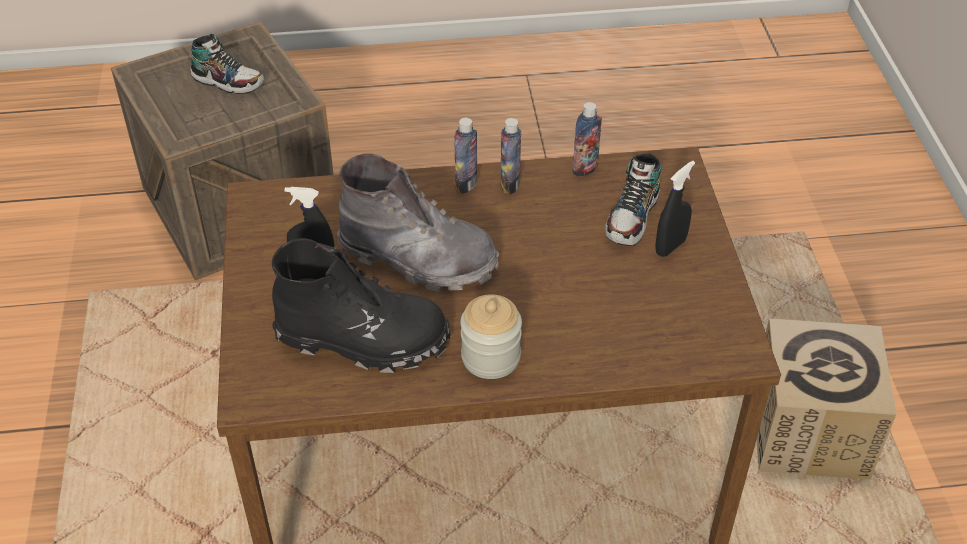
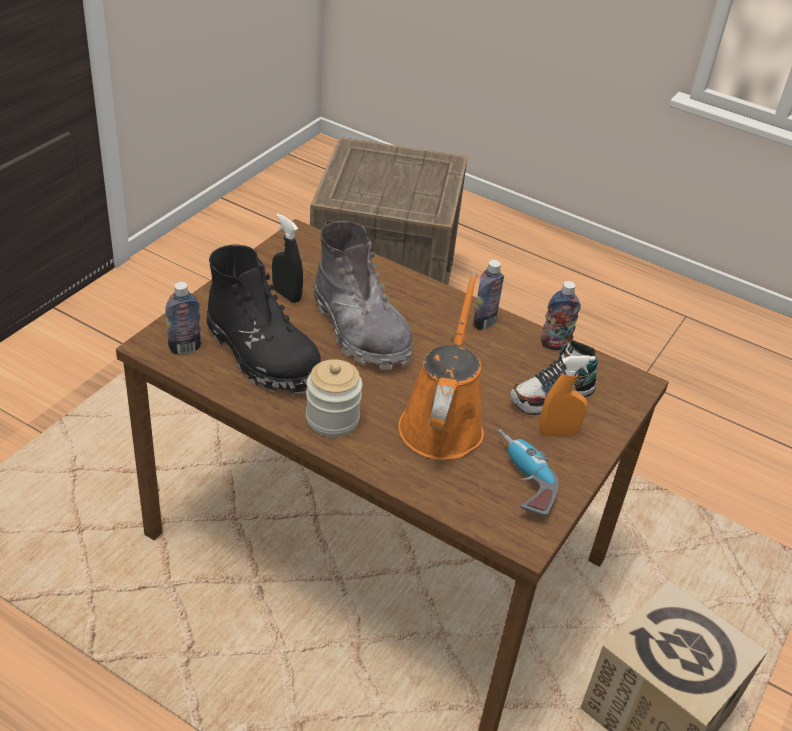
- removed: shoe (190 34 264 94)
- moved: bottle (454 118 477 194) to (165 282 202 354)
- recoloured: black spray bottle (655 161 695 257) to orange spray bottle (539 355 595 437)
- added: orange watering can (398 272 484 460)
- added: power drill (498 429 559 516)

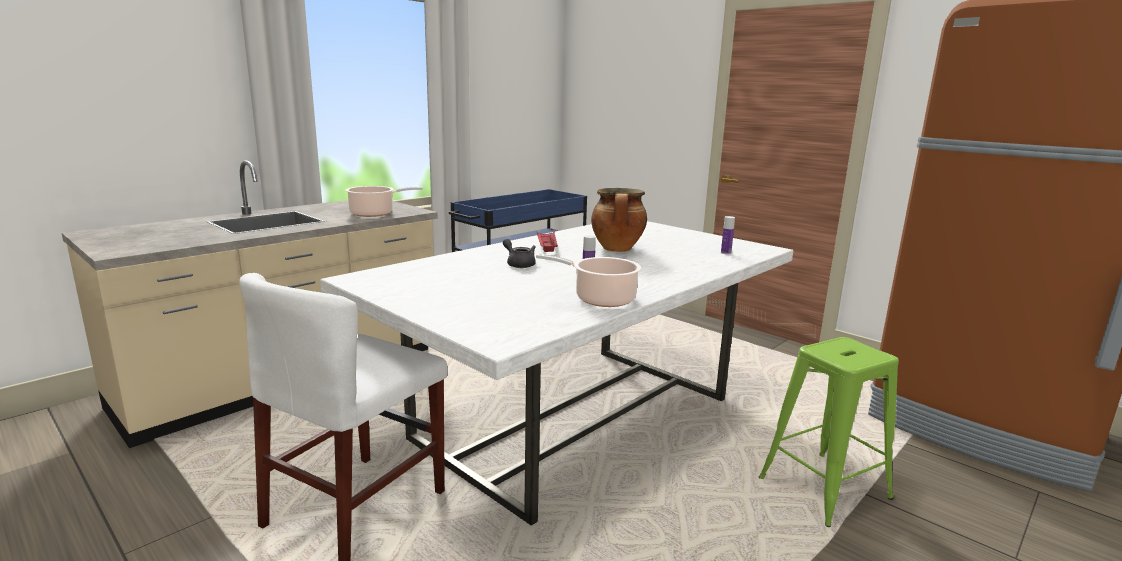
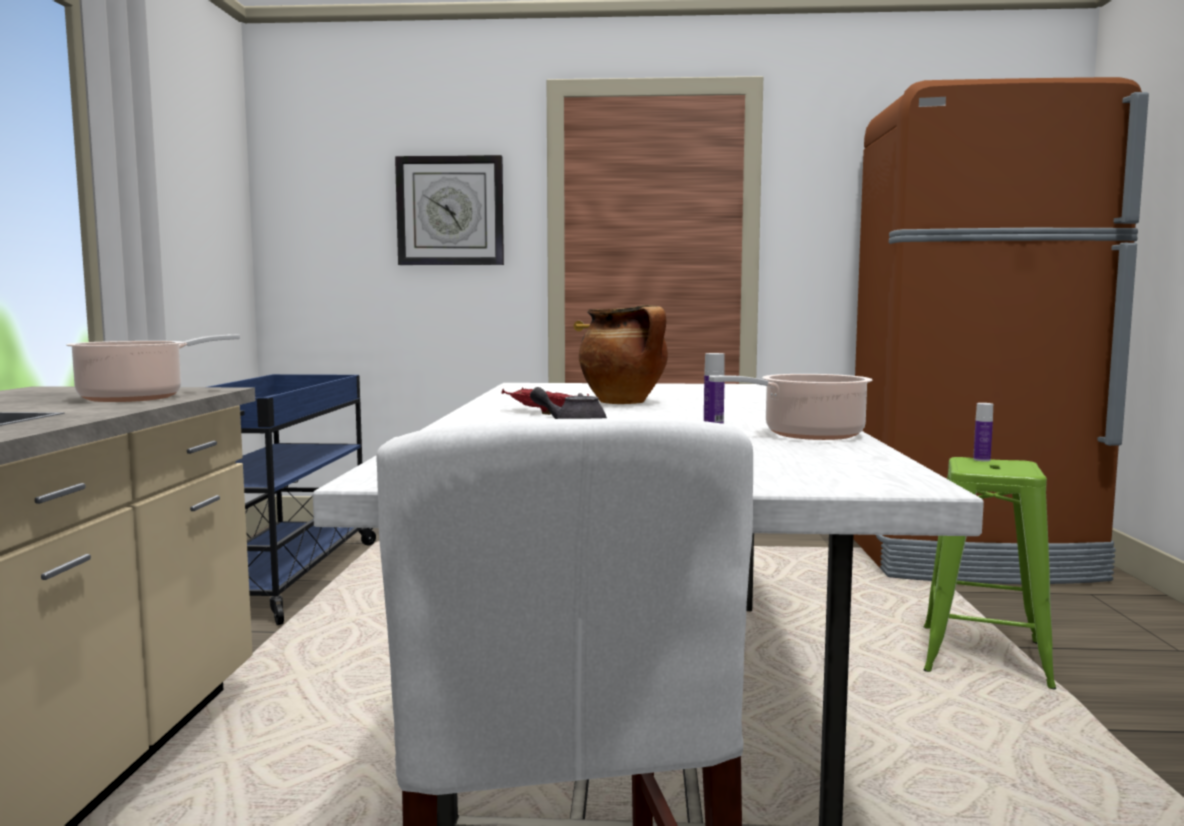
- moved: bottle (721 216 735 255) to (973 403 993 462)
- added: wall clock (395 155 504 265)

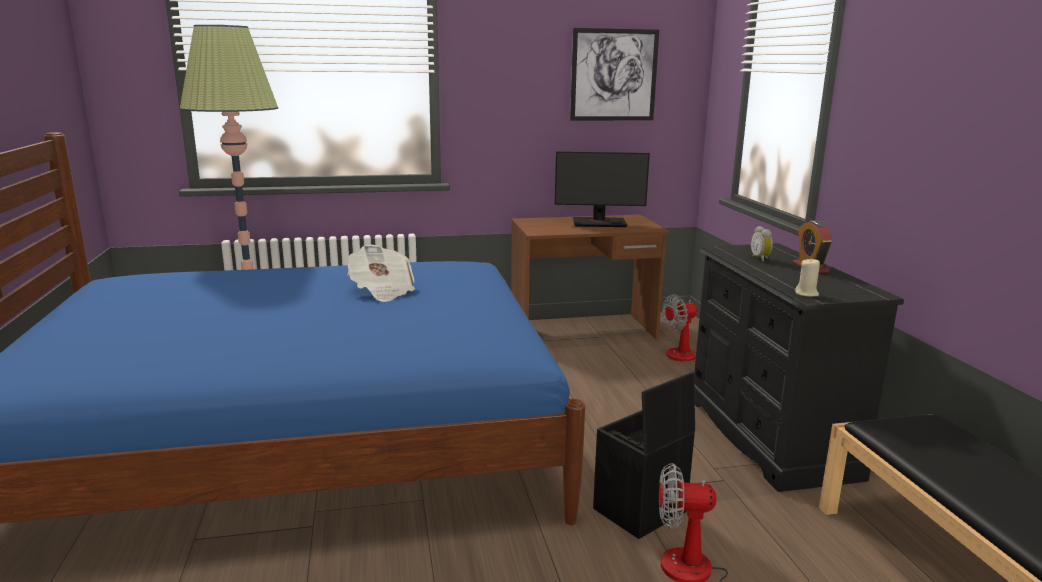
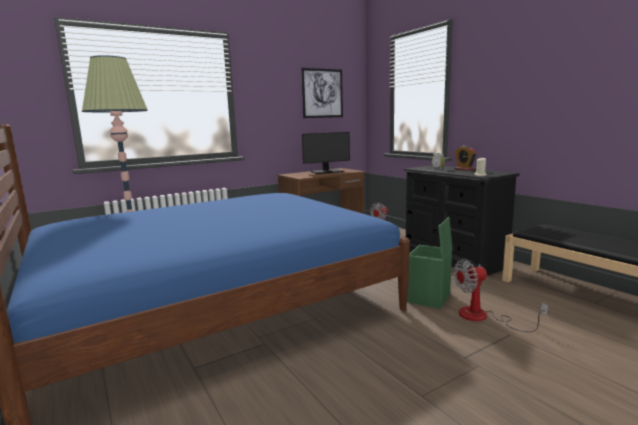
- removed: newspaper (347 245 415 302)
- recoloured: black storage box (593 372 695 539) to green storage box (407 217 452 309)

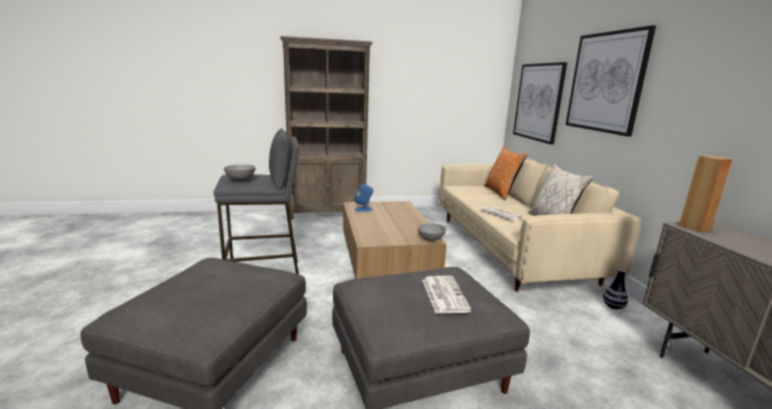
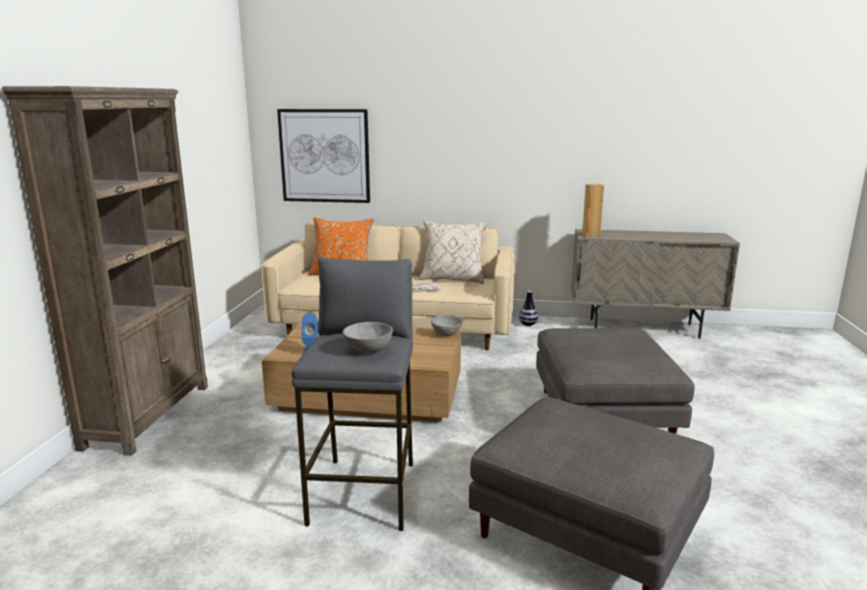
- removed: picture (566 25 656 137)
- removed: newspaper (422 276 472 314)

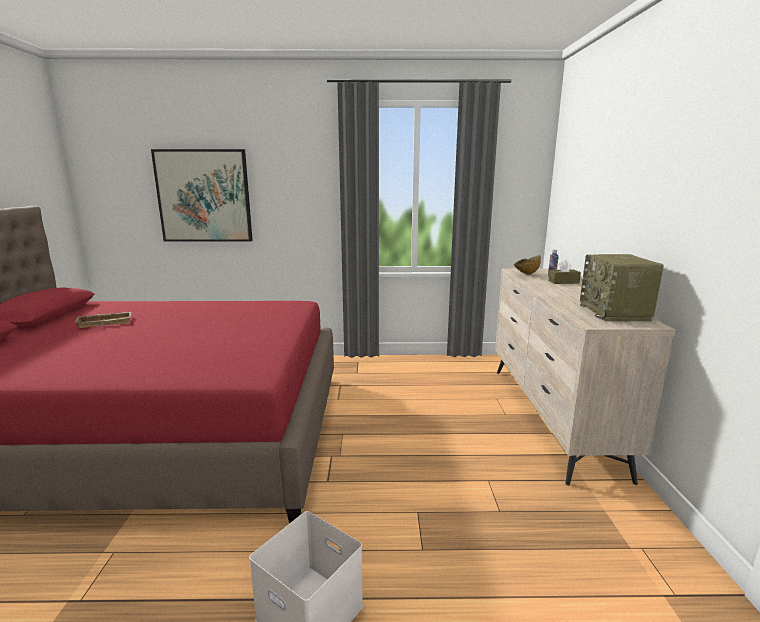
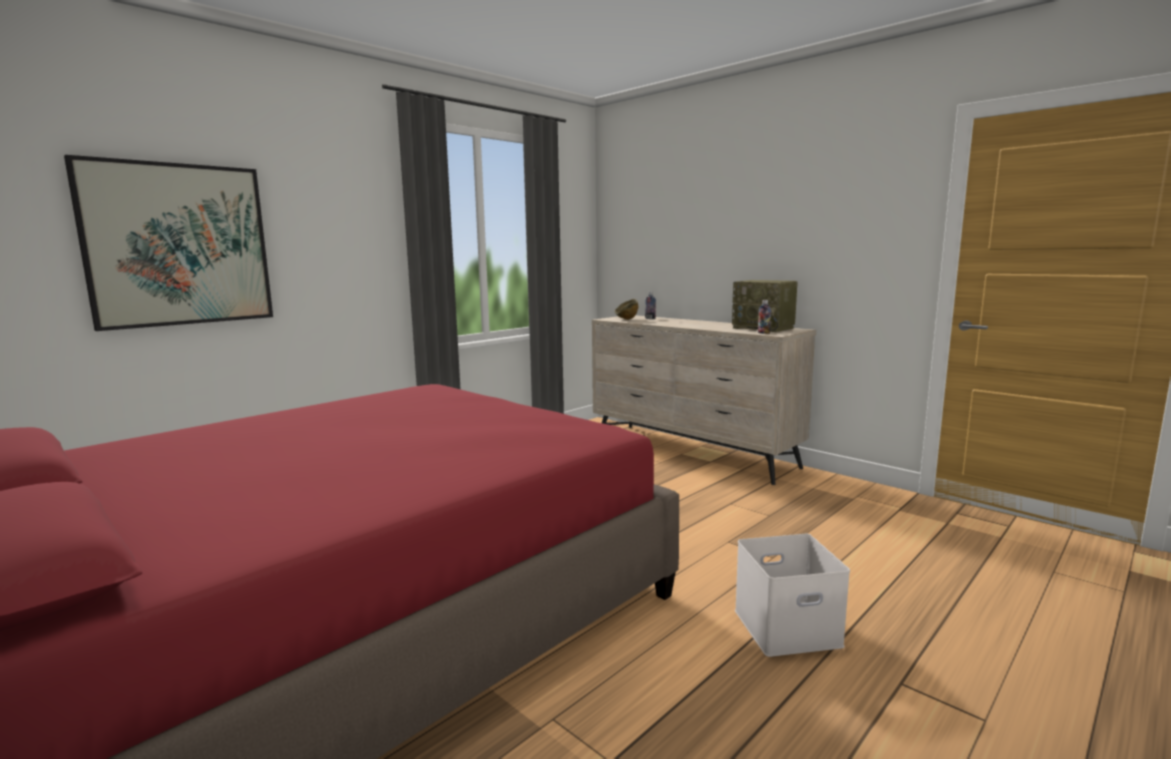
- removed: brown tissue box (548 260 581 284)
- removed: beige tray (75 312 131 328)
- added: bottle (758 300 771 334)

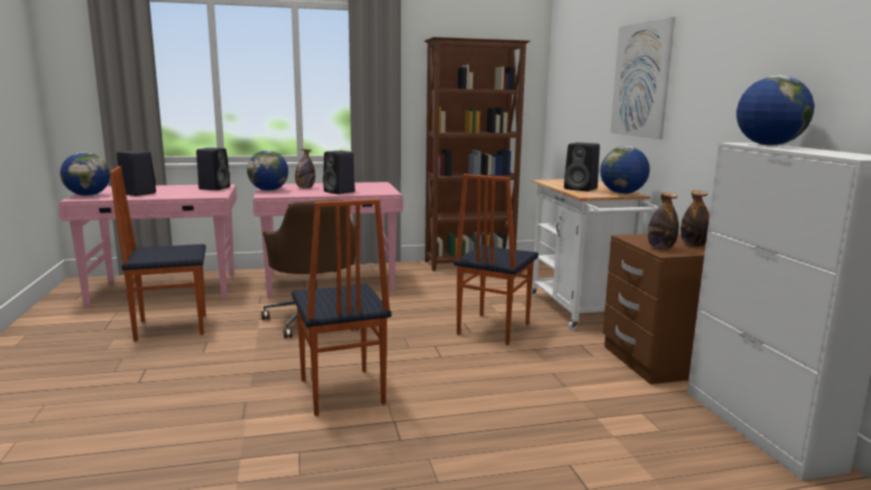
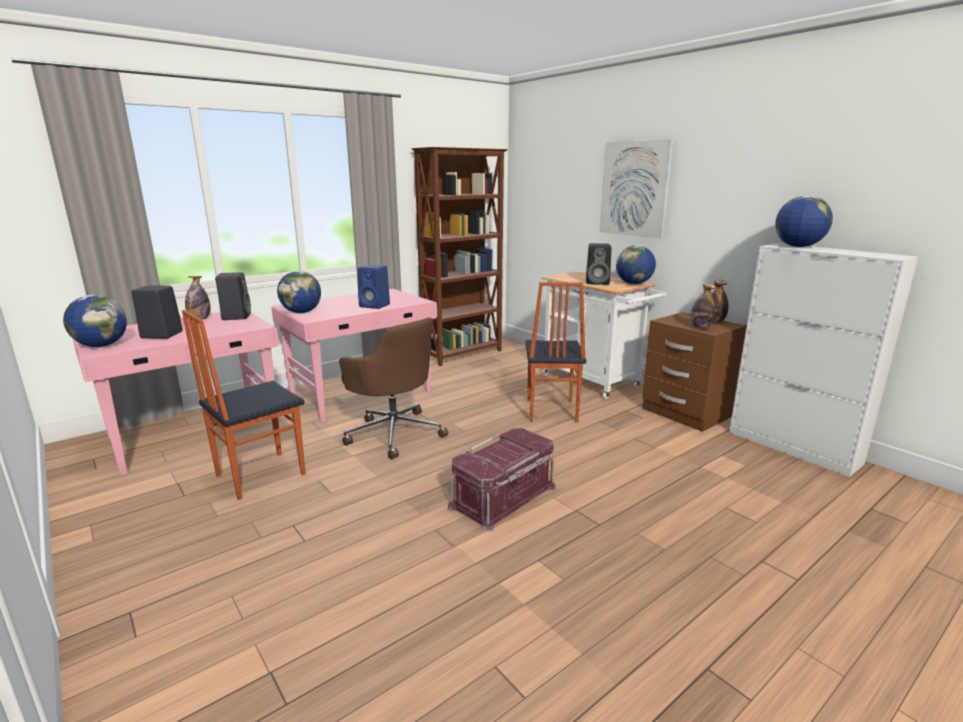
- moved: bottle (295 149 315 188) to (185 276 210 319)
- recoloured: black speaker (323 151 355 194) to blue speaker (358 264 390 309)
- replaced: chair (292 199 392 416) to red storage box (448 428 556 531)

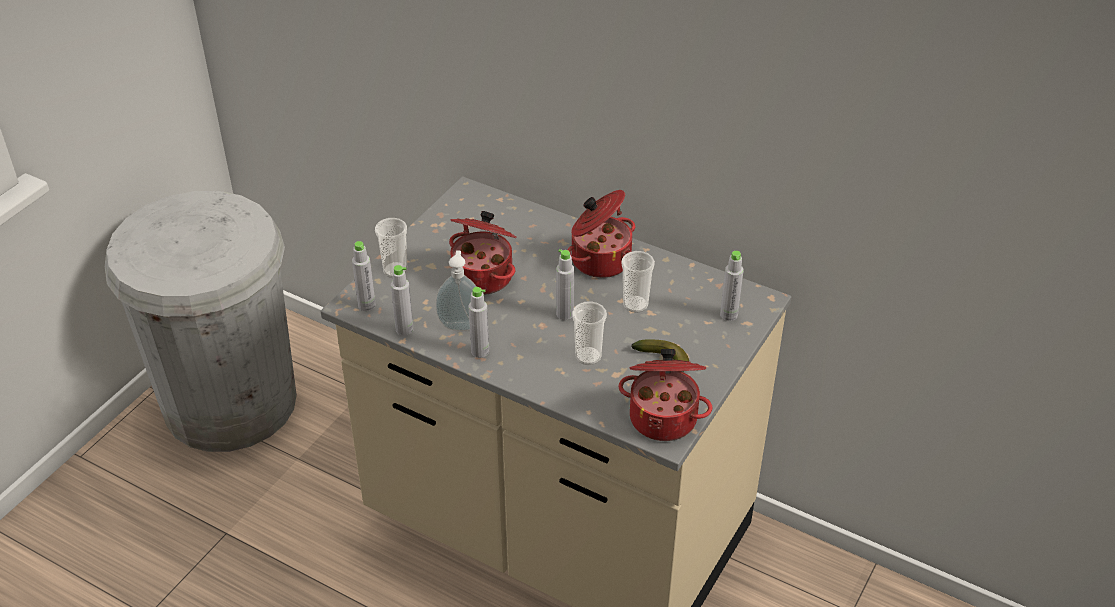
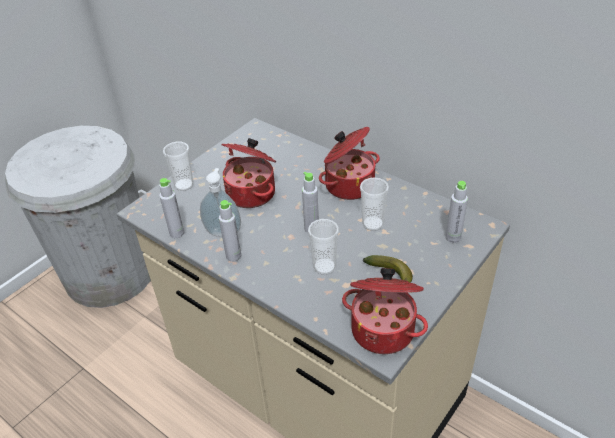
- removed: grey bottle (352 241 376 311)

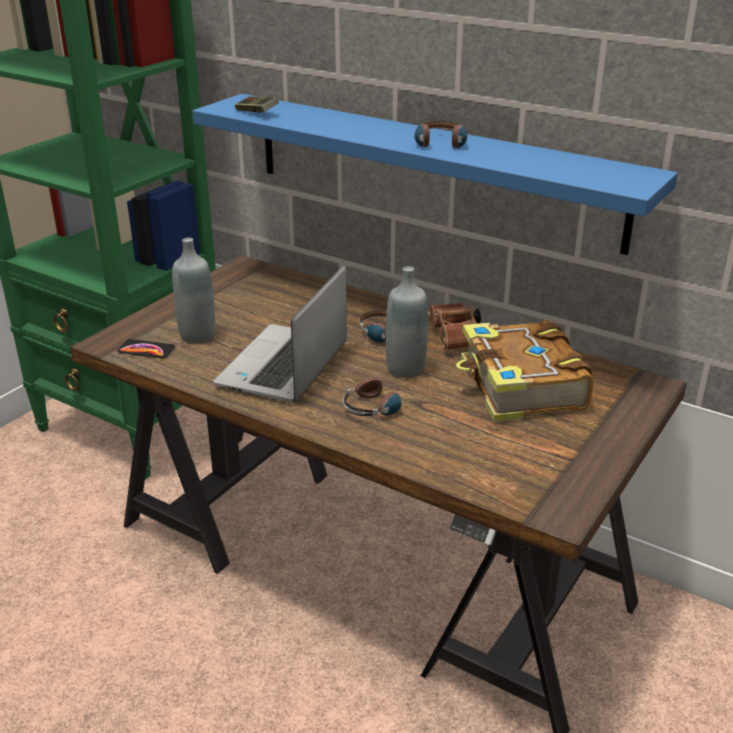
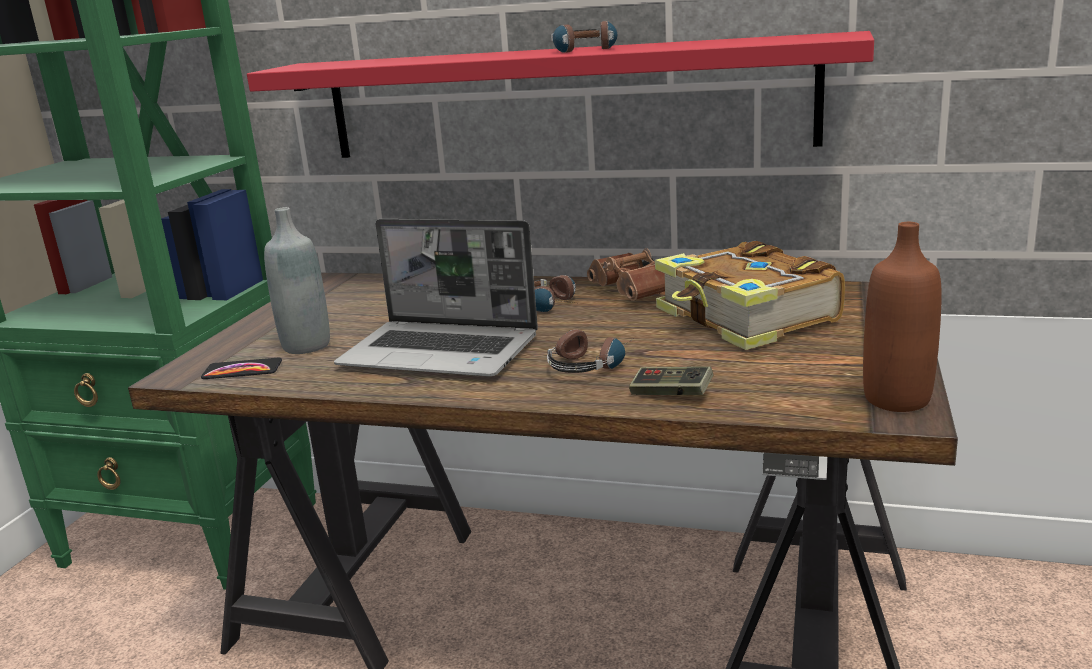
- recoloured: blue shelf (193 94 678 255) to red shelf (247 31 874 158)
- moved: game controller (235 96 279 112) to (629 366 714 395)
- turned: laptop (214 265 347 403) = (334 219 538 376) 75 degrees counterclockwise
- removed: grey bottle (386 266 428 378)
- added: brown bottle (863 222 942 412)

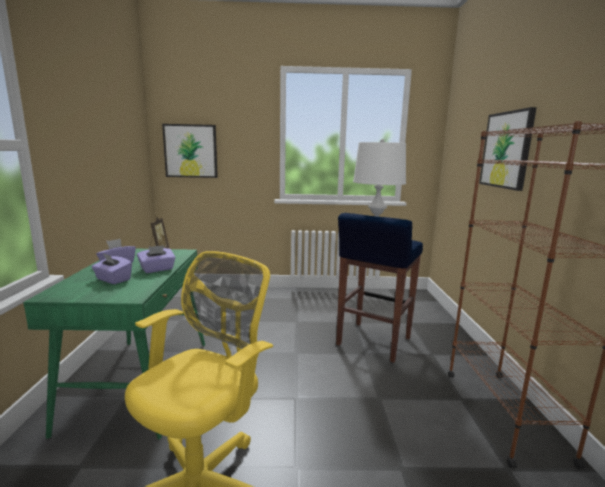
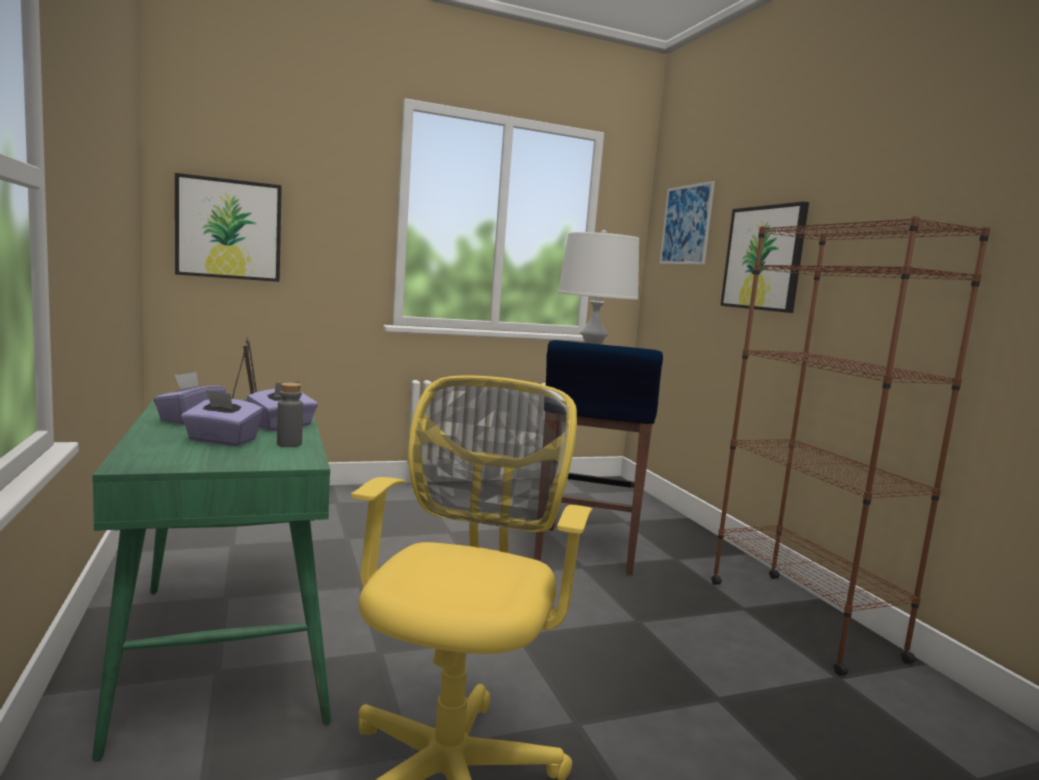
- added: picture (660 181 715 264)
- added: grey bottle (277 383 303 447)

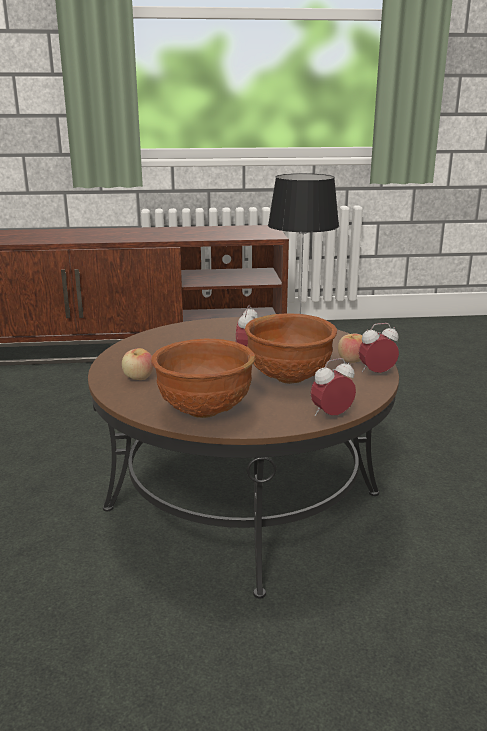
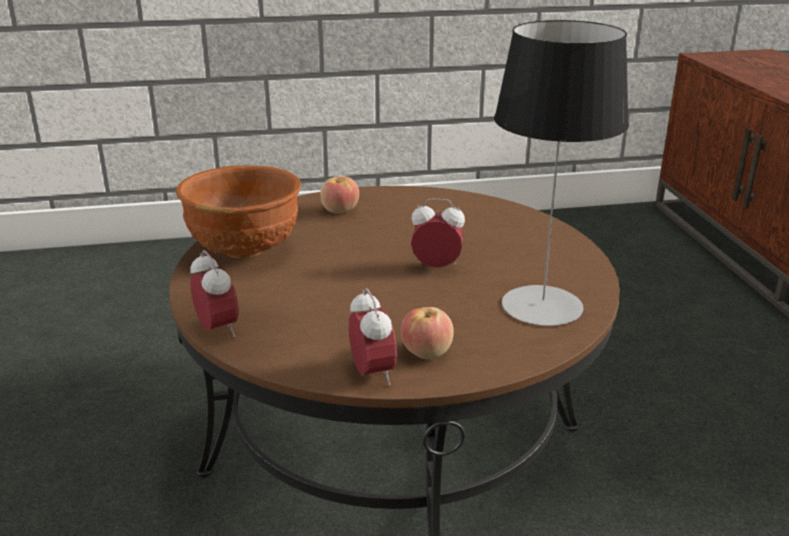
- removed: brown bowl (245 313 337 384)

